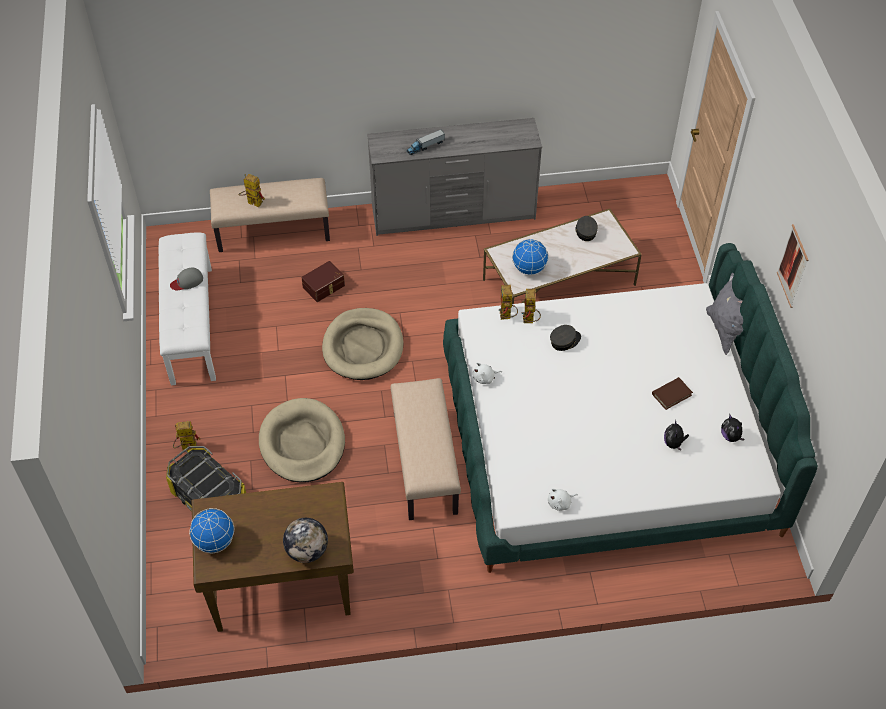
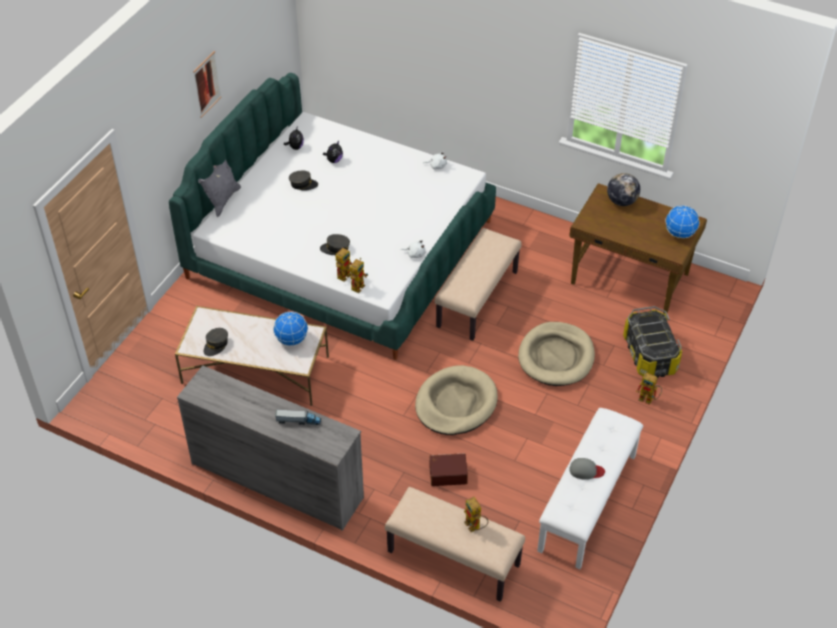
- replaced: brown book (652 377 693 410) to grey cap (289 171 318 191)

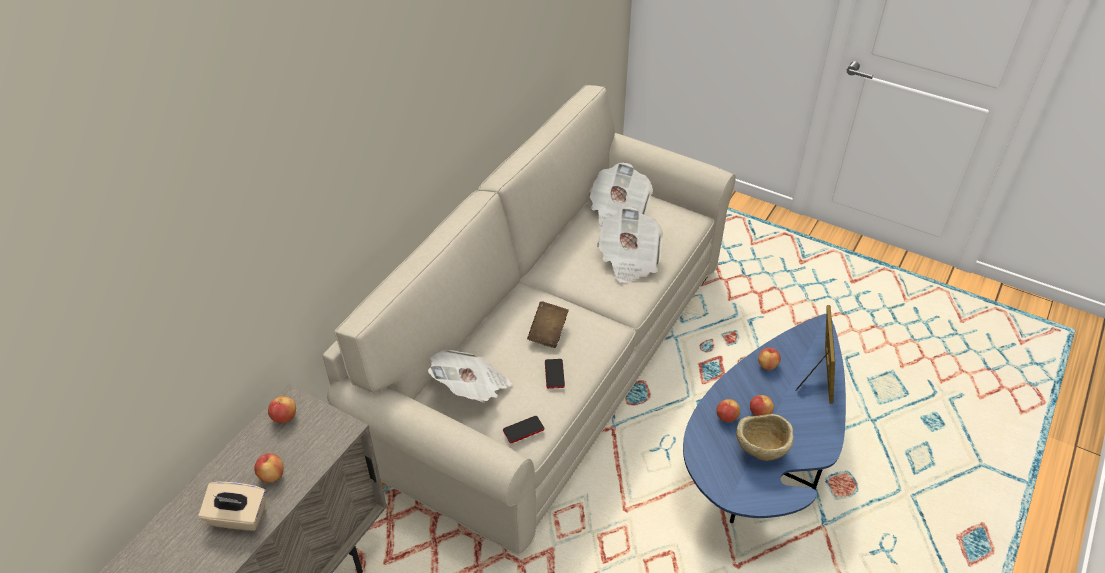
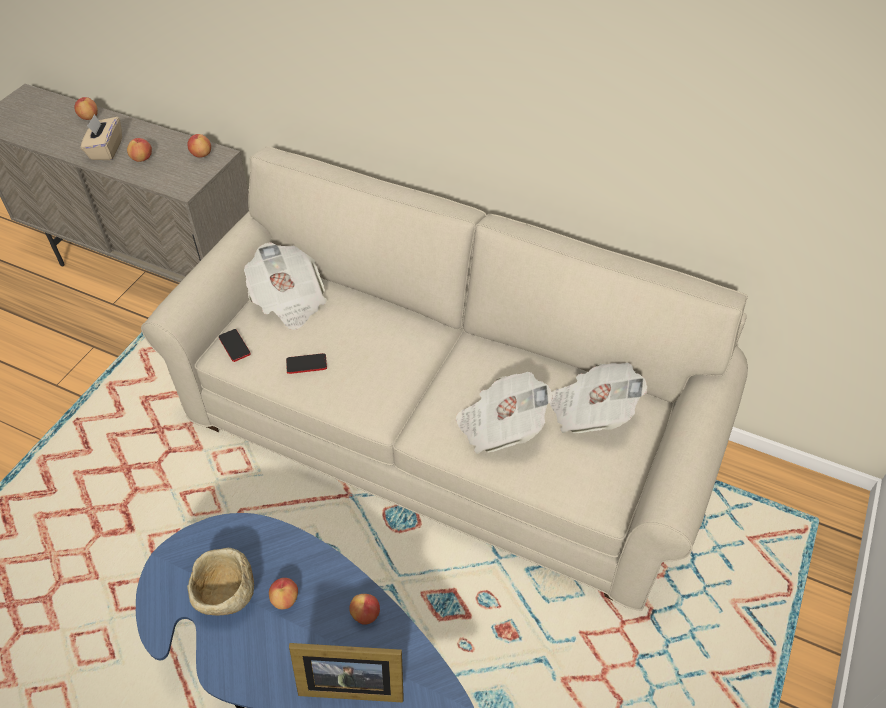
- removed: brown book (527 301 569 348)
- moved: apple (717 399 740 422) to (74 97 98 120)

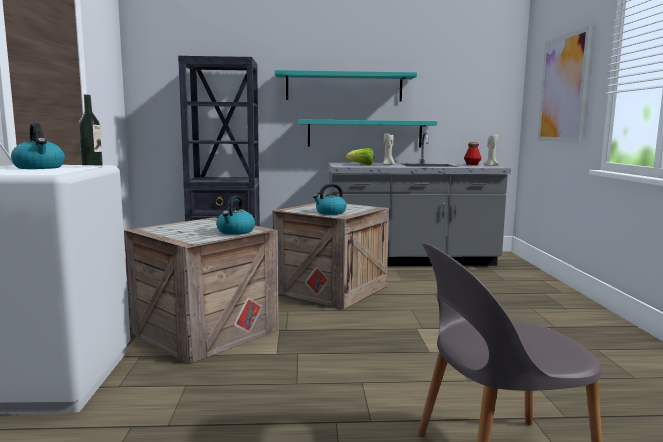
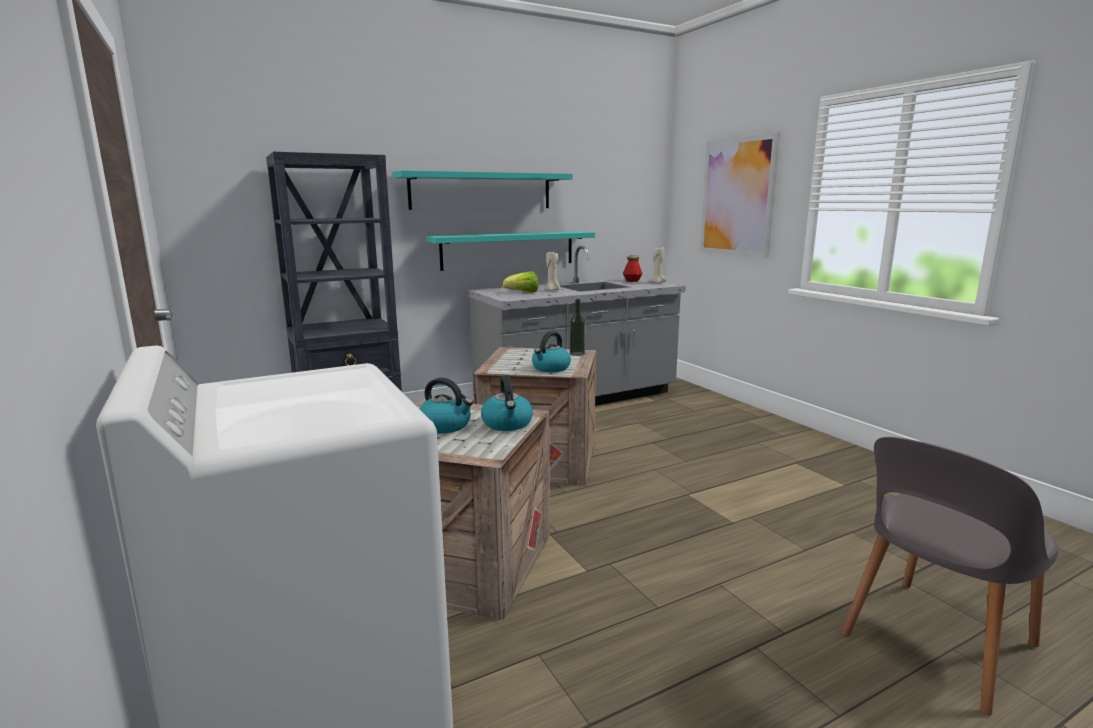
- moved: bottle (78 95 103 168) to (570 299 585 356)
- moved: kettle (11 122 65 169) to (419 378 473 433)

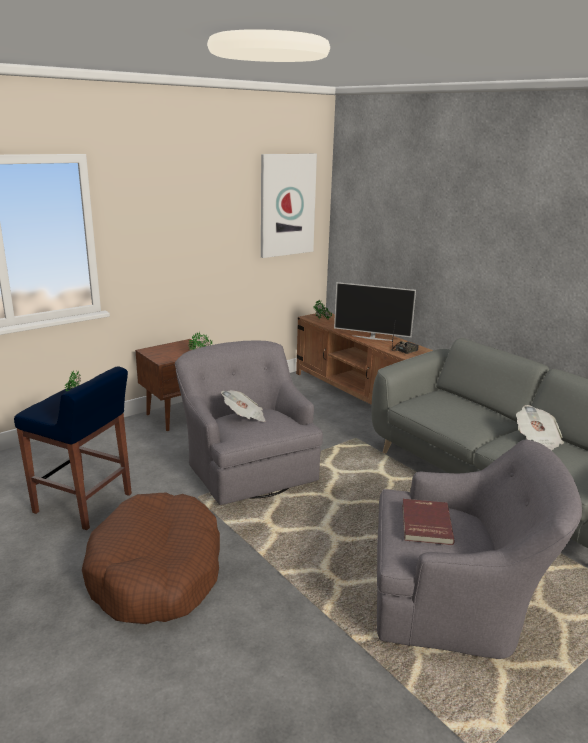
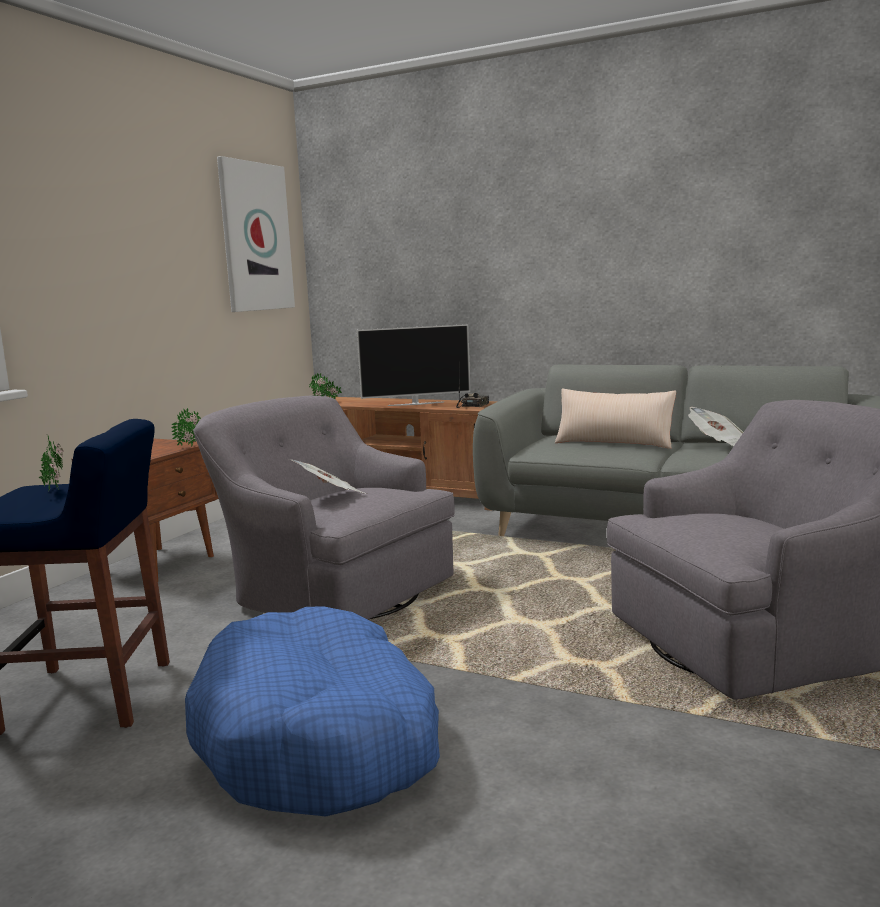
- recoloured: brown dog bed (82 493 220 624) to blue dog bed (185 606 440 816)
- removed: red book (402 499 455 545)
- added: beige pillow (555 389 676 449)

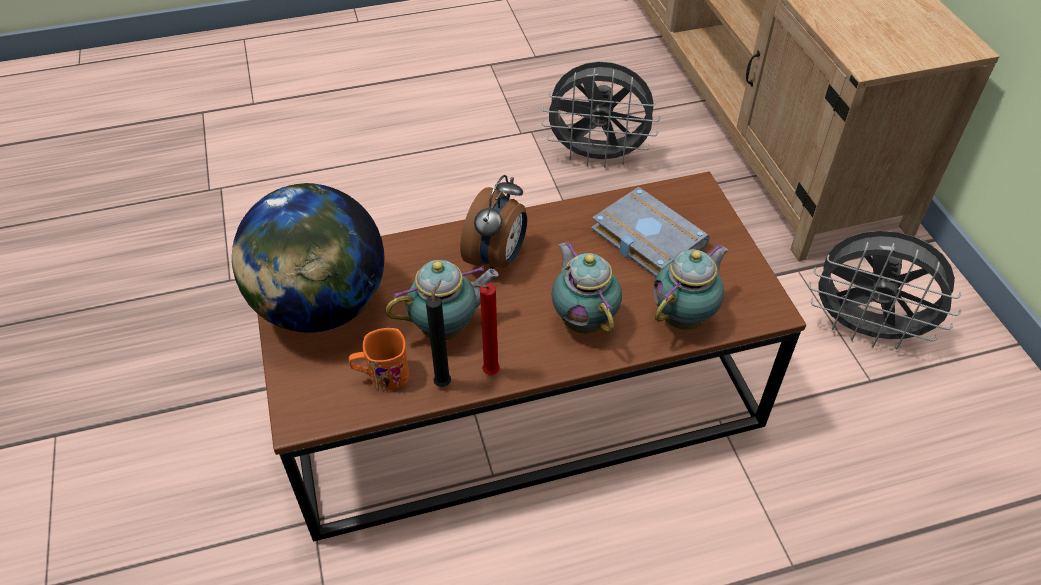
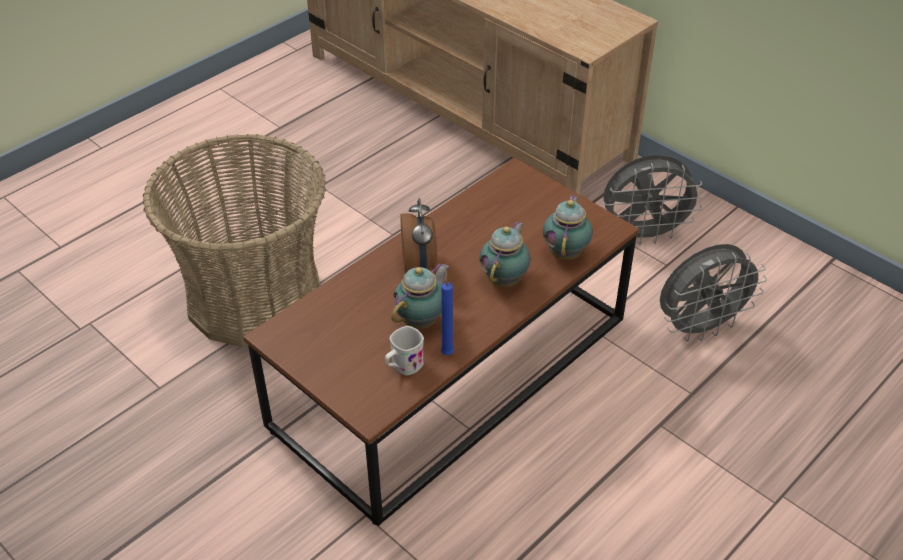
- moved: grey fan (541 62 660 168) to (660 244 767 341)
- removed: globe (232 183 384 333)
- removed: grey book (591 187 710 277)
- turned: teapot (552 242 622 334) = (479 221 531 287) 75 degrees clockwise
- recoloured: black candle (426 280 451 387) to blue candle (441 270 454 355)
- removed: red candle (473 283 500 375)
- recoloured: orange mug (349 328 409 390) to white mug (385 326 424 375)
- added: basket (142 134 327 347)

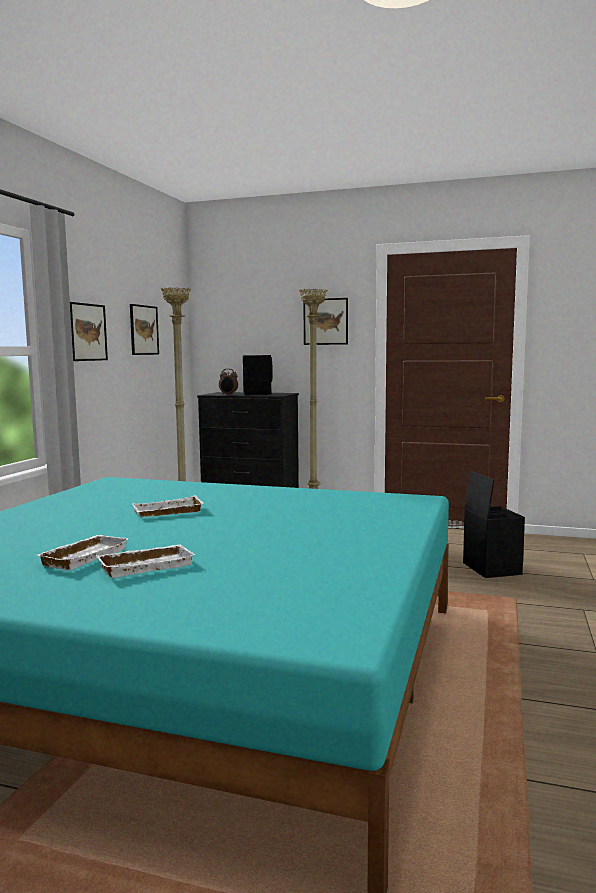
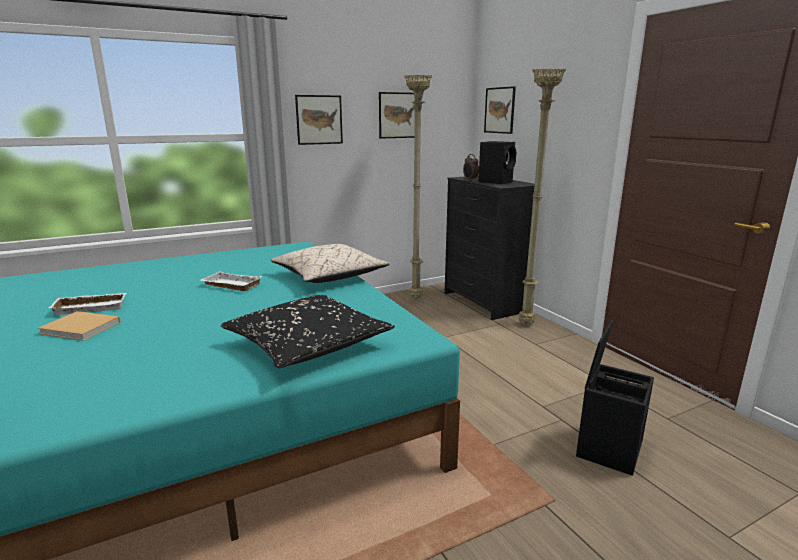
- moved: picture (303 298 348 345) to (484 86 516 134)
- replaced: white tray (96 545 195 578) to beige book (38 311 121 341)
- added: beige pillow (271 244 390 283)
- added: black pillow (221 295 395 368)

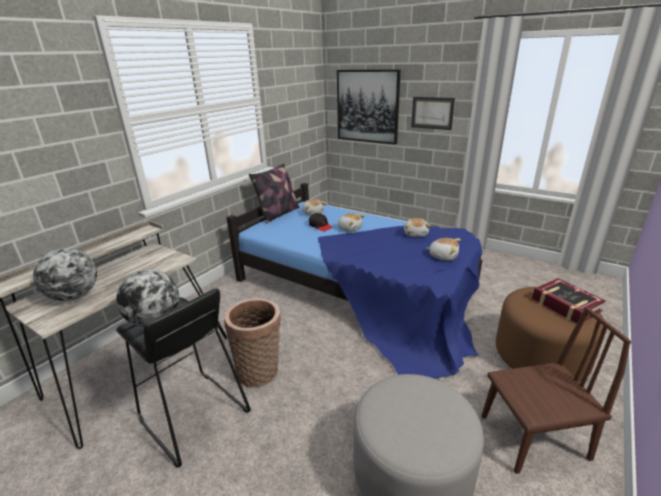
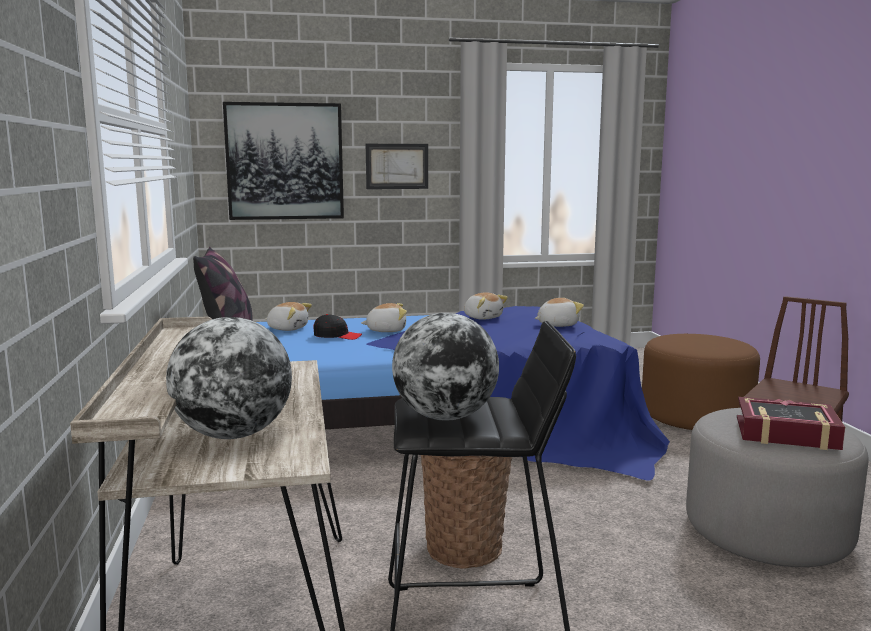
- moved: book (532 278 606 323) to (737 397 845 450)

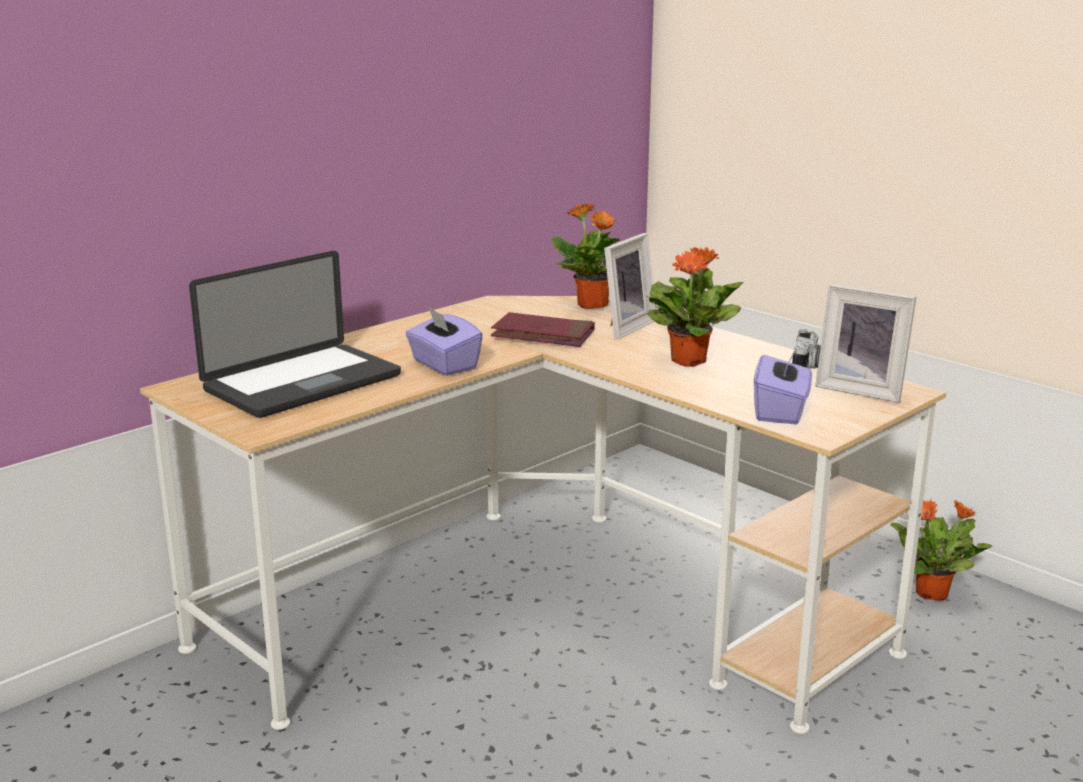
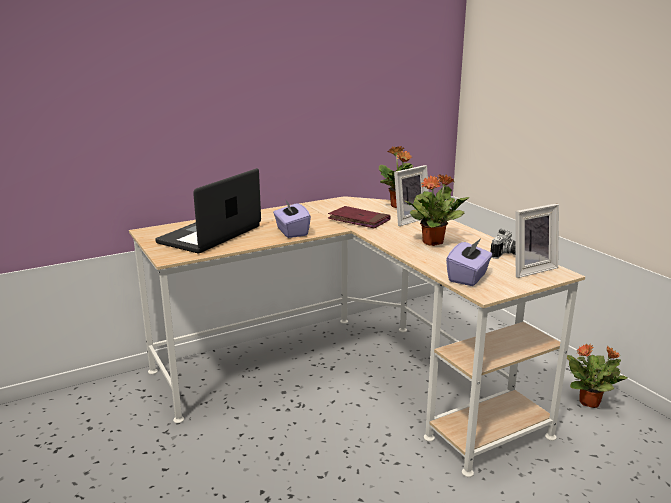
- turned: laptop (189 251 401 418) = (155 168 261 253) 150 degrees clockwise
- turned: picture frame (815 284 916 403) = (515 204 559 278) 75 degrees counterclockwise

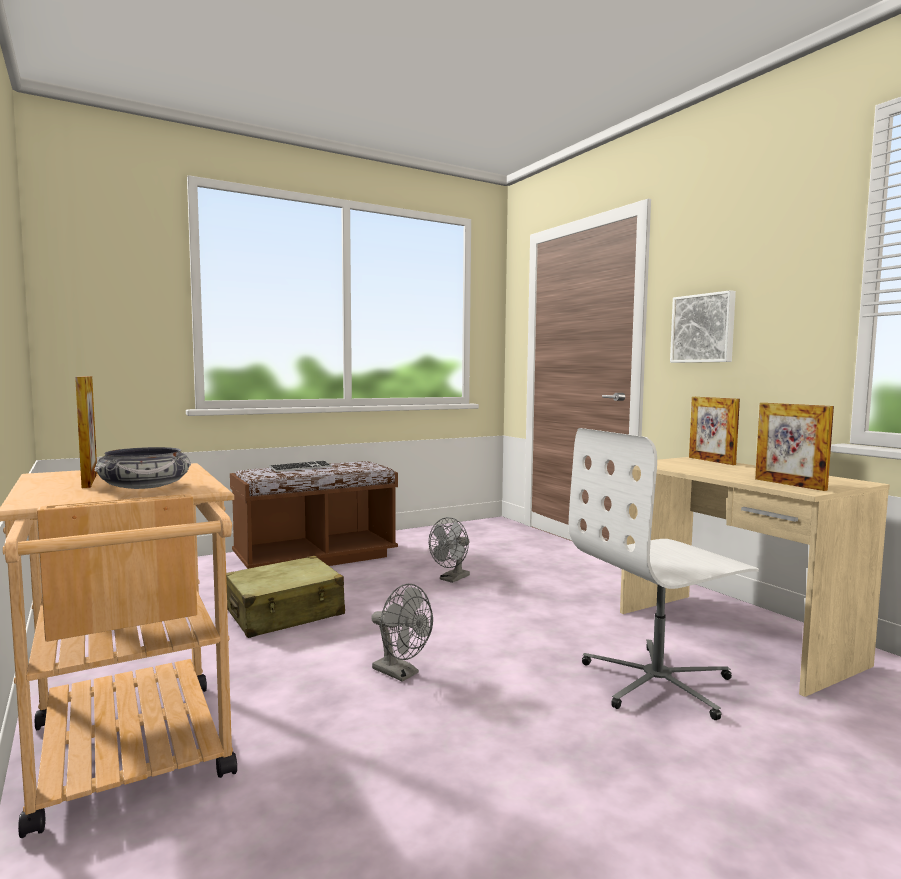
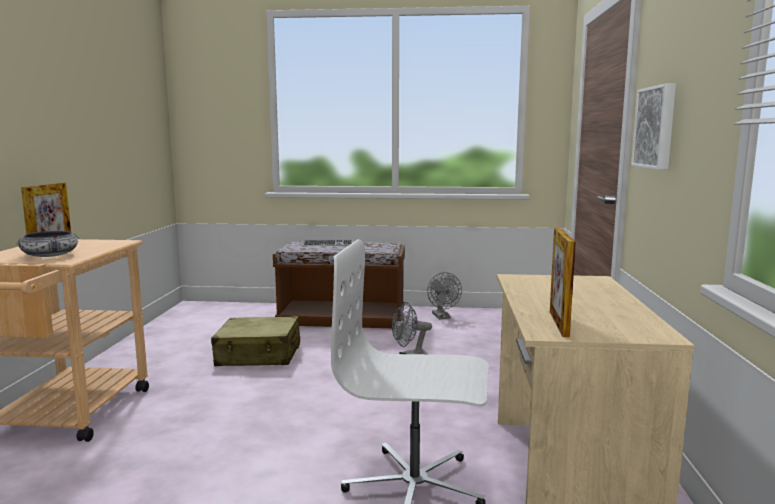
- removed: picture frame (689 397 740 465)
- moved: grey fan (371 584 433 682) to (427 272 462 319)

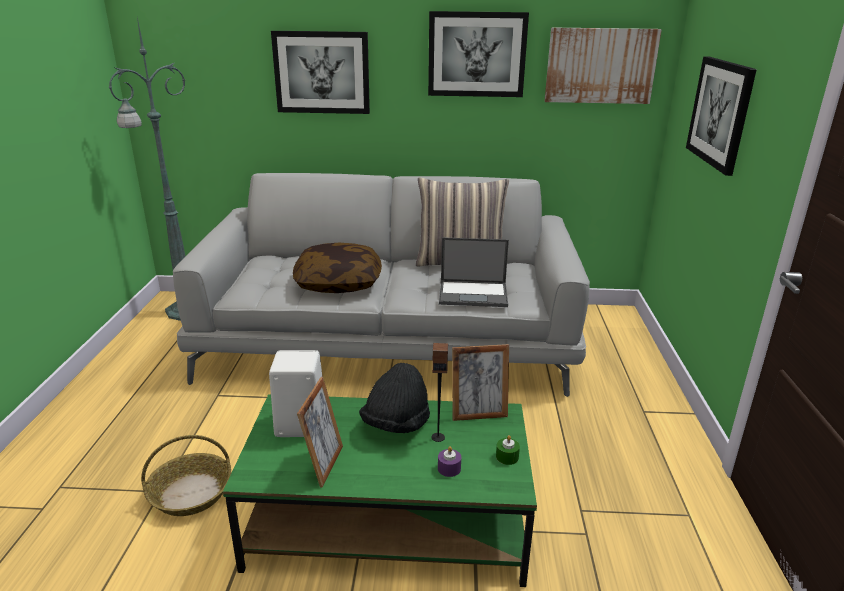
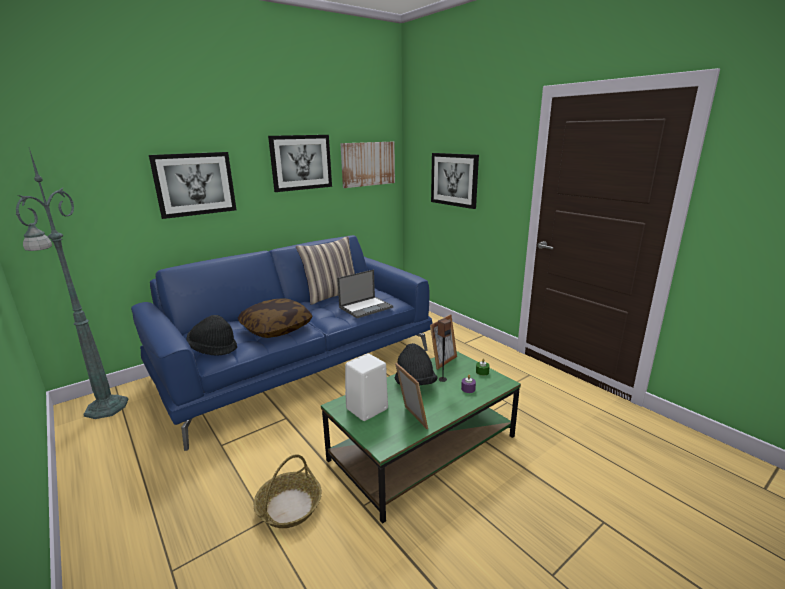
- recoloured: grey sofa (173 173 590 397) to blue sofa (131 235 432 451)
- added: black hat (186 315 237 356)

